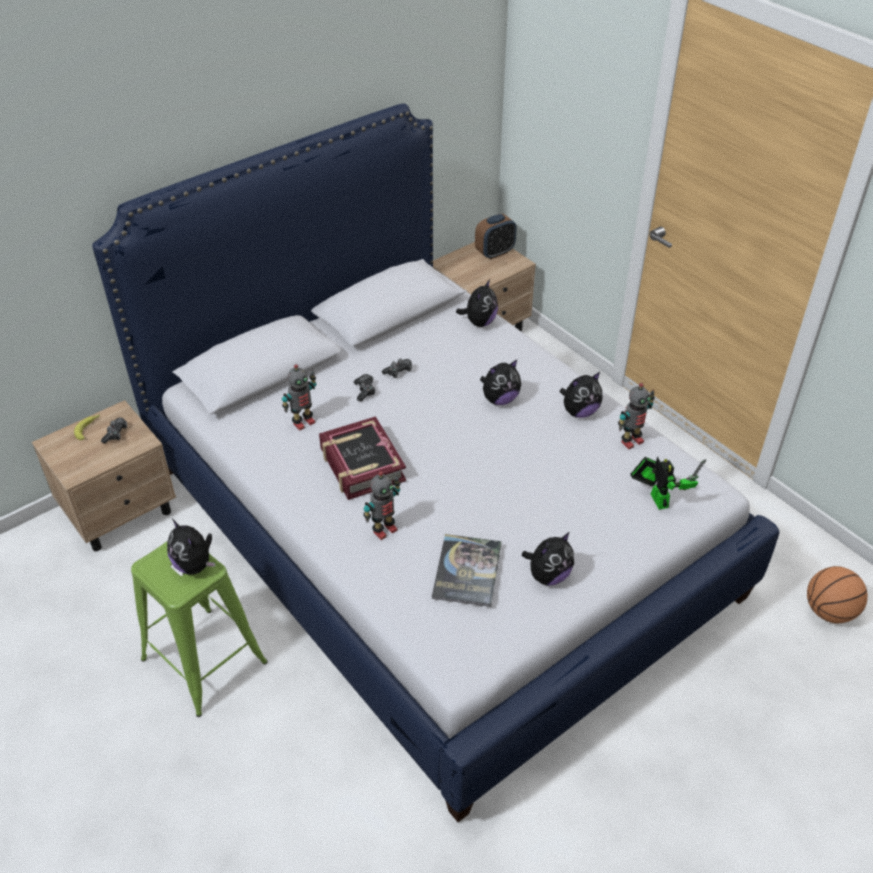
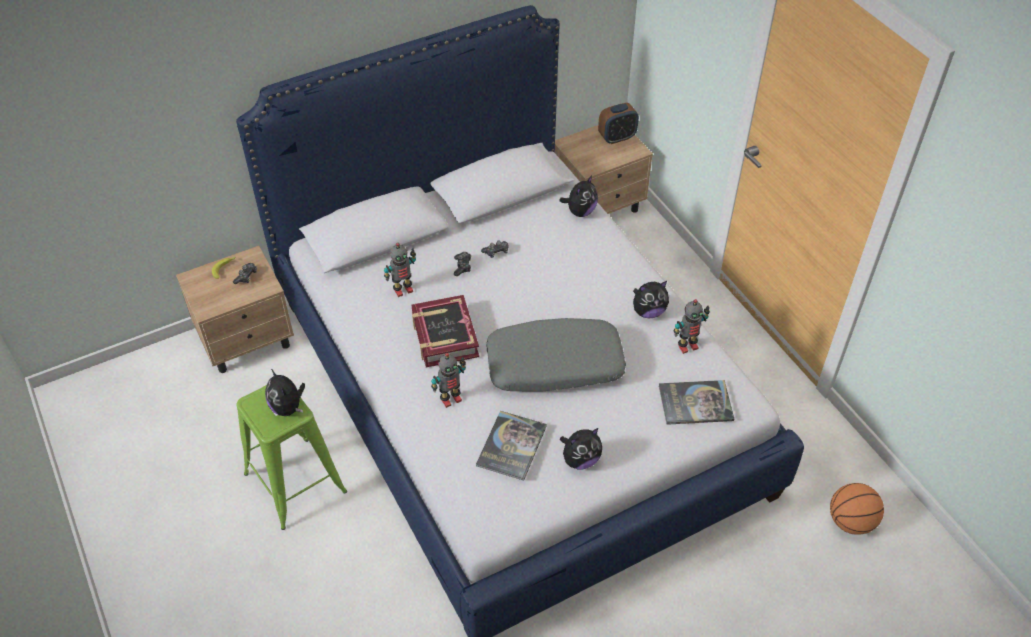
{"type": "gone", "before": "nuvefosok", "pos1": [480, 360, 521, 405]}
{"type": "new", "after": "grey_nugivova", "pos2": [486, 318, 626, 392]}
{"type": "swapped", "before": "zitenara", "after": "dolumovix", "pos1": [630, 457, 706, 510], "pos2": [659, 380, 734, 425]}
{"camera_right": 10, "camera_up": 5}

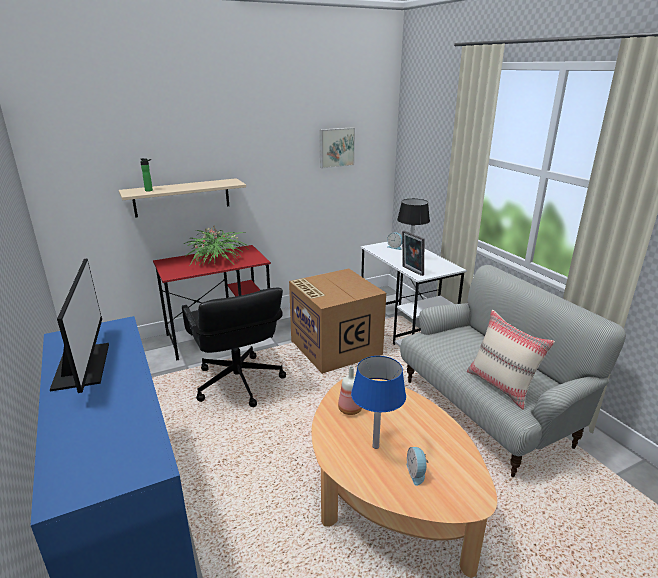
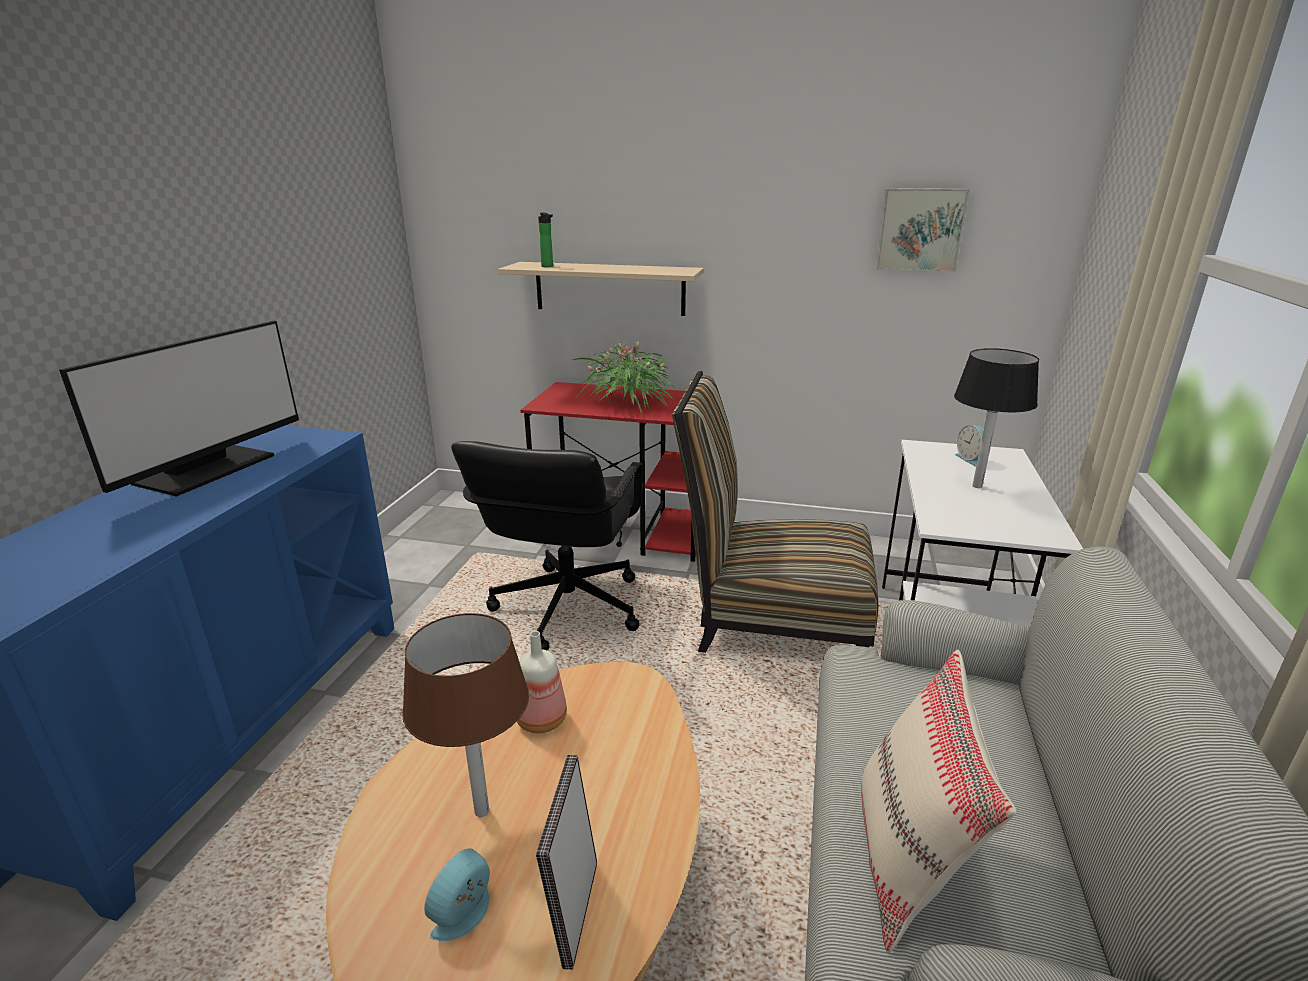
{"type": "shifted", "before": "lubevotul", "pos1": [402, 231, 424, 276], "pos2": [536, 755, 597, 970]}
{"type": "swapped", "before": "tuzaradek", "after": "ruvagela", "pos1": [289, 269, 386, 374], "pos2": [672, 371, 878, 653]}
{"type": "repainted", "before": "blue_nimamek", "after": "brown_nimamek", "pos1": [351, 356, 406, 449], "pos2": [402, 613, 529, 817]}
{"camera_right": 40, "camera_up": 0}

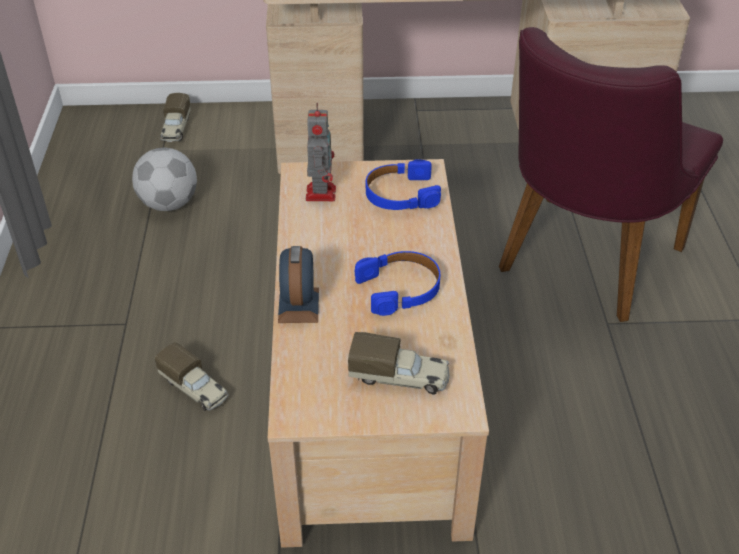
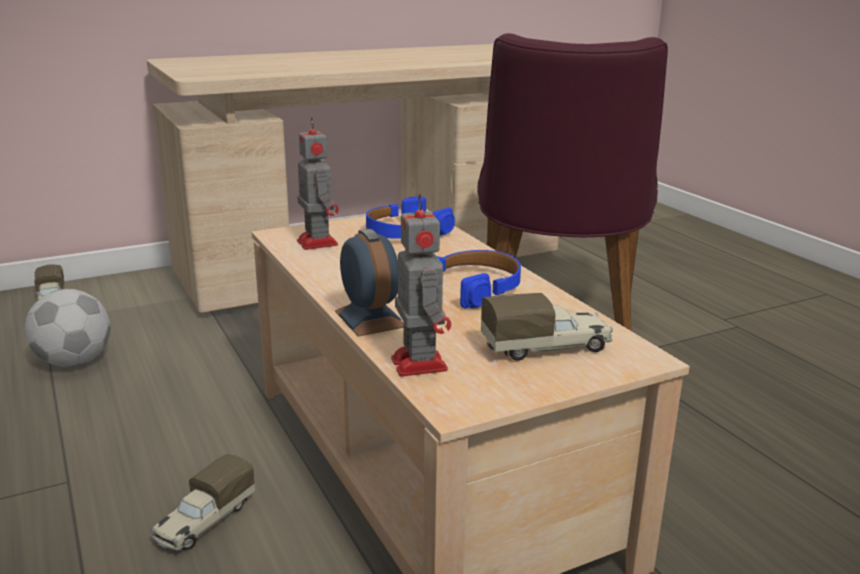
{"type": "new", "after": "zitenara", "pos2": [391, 193, 451, 377]}
{"type": "rotated", "before": "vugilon", "pos1": [155, 342, 229, 411], "pos2": [151, 454, 255, 551], "turn": 105}
{"camera_right": -25, "camera_up": -20}

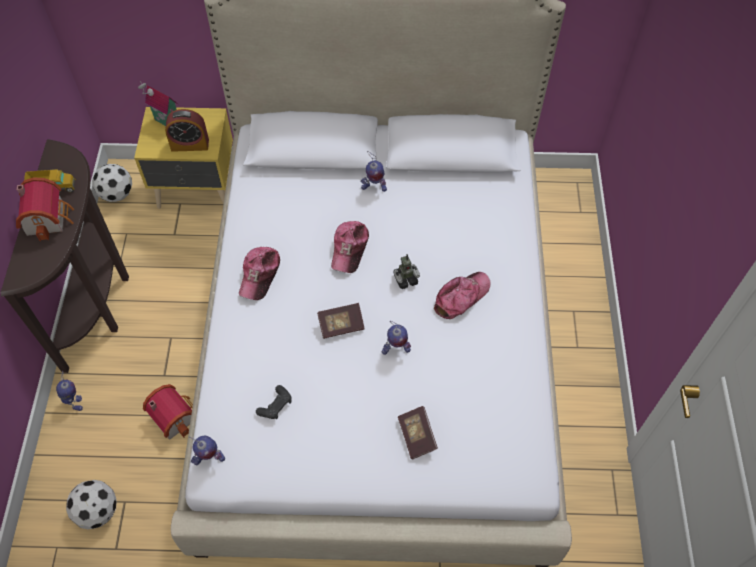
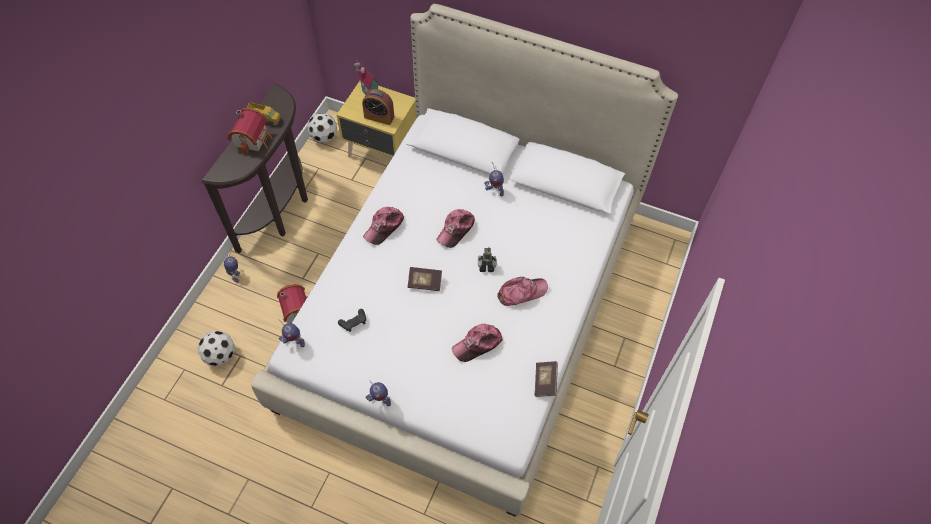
{"type": "new", "after": "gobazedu", "pos2": [452, 324, 503, 362]}
{"type": "shifted", "before": "zitenara", "pos1": [382, 321, 411, 355], "pos2": [365, 380, 391, 406]}
{"type": "shifted", "before": "dolumovix", "pos1": [398, 406, 438, 459], "pos2": [535, 361, 558, 397]}
{"camera_right": 20, "camera_up": 0}

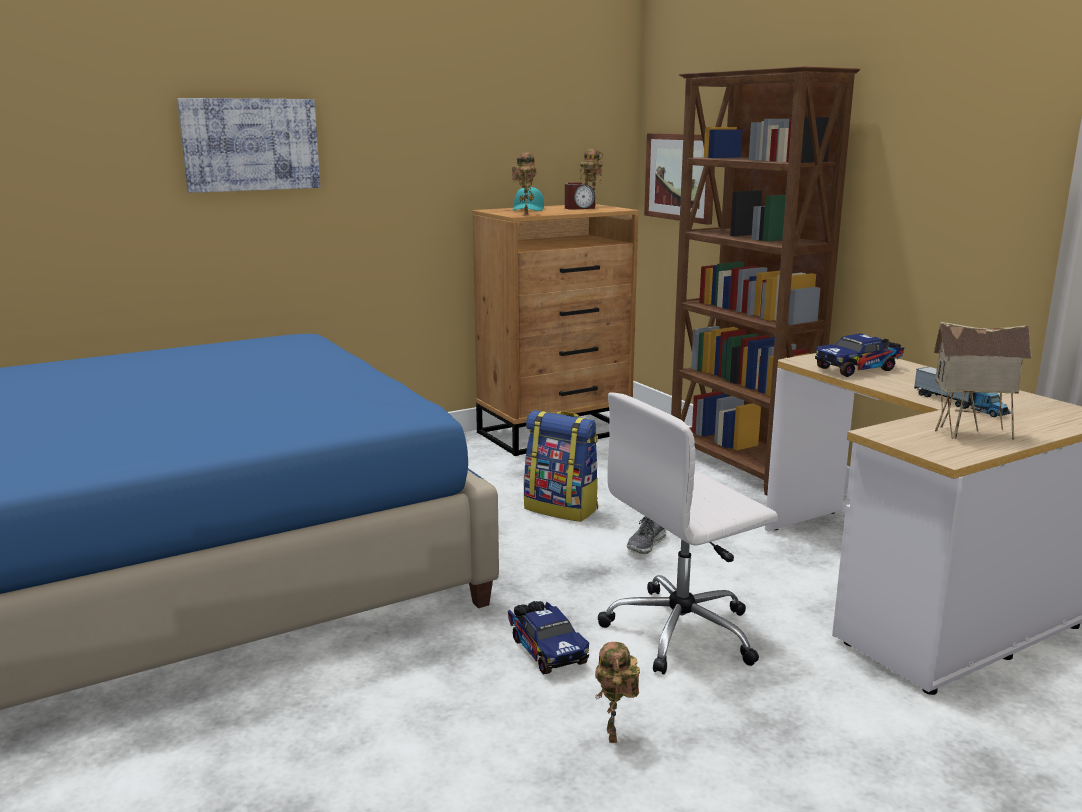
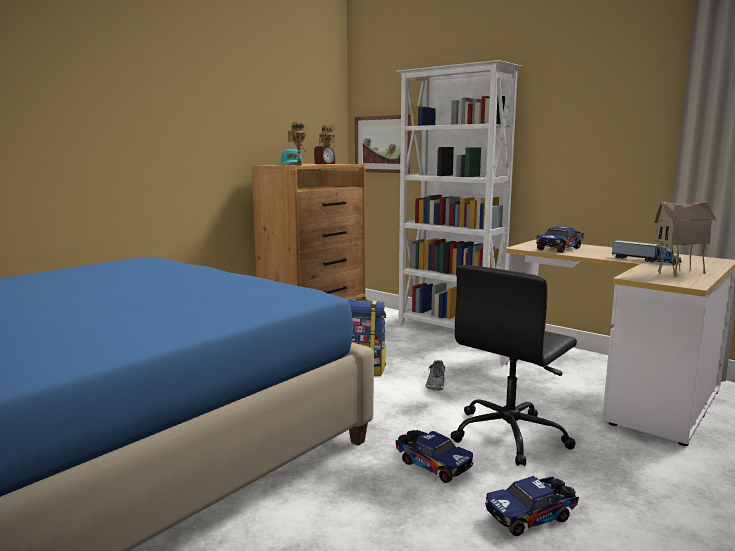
{"type": "gone", "before": "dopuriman", "pos1": [177, 98, 320, 193]}
{"type": "swapped", "before": "zitenara", "after": "vugilon", "pos1": [595, 642, 640, 743], "pos2": [485, 476, 579, 536]}
{"type": "repainted", "before": "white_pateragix", "after": "black_pateragix", "pos1": [598, 392, 778, 674], "pos2": [451, 265, 577, 466]}
{"type": "repainted", "before": "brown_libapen", "after": "white_libapen", "pos1": [671, 66, 860, 495], "pos2": [397, 60, 522, 329]}
{"camera_right": -20, "camera_up": -5}

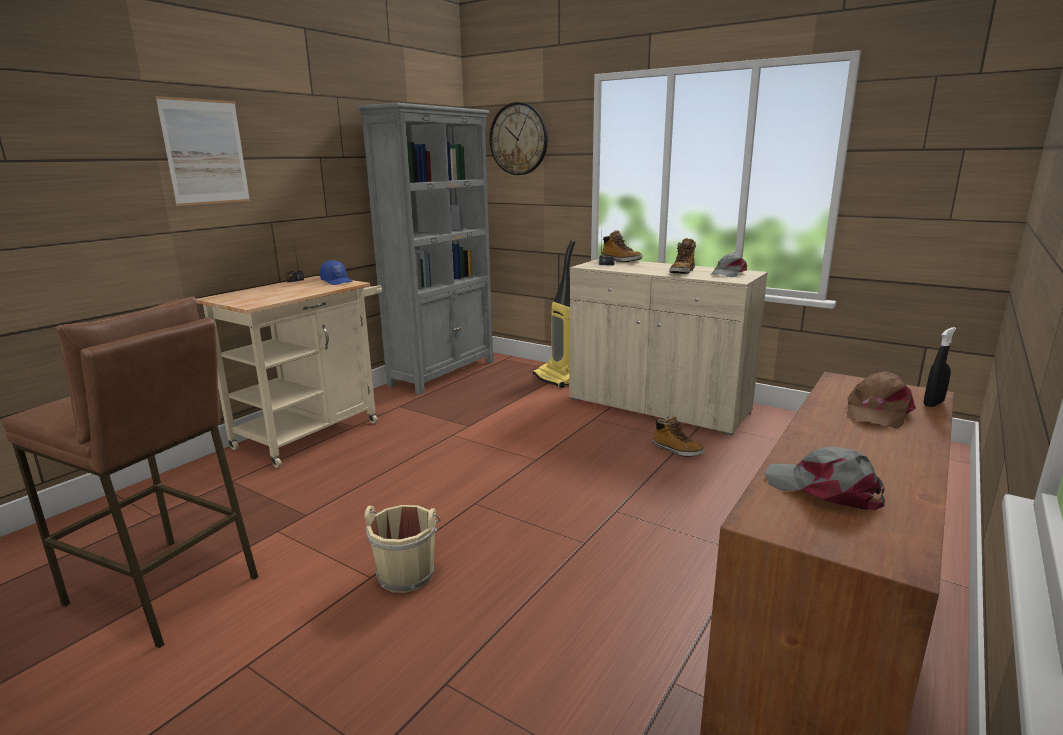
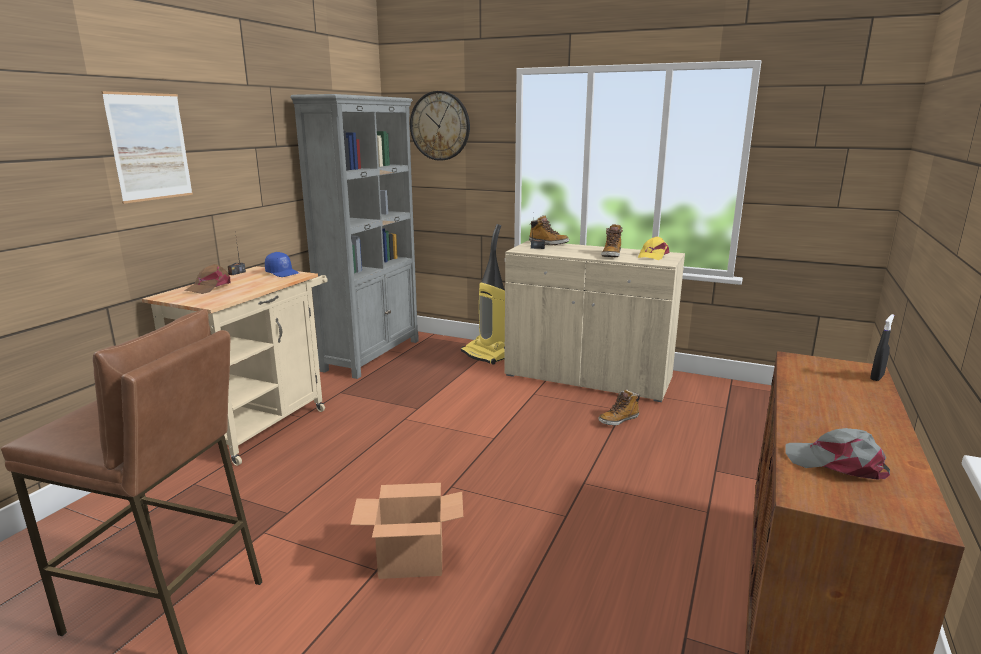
{"type": "shifted", "before": "brown_gobazedu", "pos1": [847, 371, 916, 429], "pos2": [185, 264, 231, 294]}
{"type": "swapped", "before": "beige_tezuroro", "after": "tuzaradek", "pos1": [365, 505, 440, 593], "pos2": [351, 483, 463, 579]}
{"type": "repainted", "before": "grey_gobazedu", "after": "yellow_gobazedu", "pos1": [711, 252, 747, 278], "pos2": [638, 236, 669, 260]}
{"type": "rotated", "before": "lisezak", "pos1": [653, 415, 705, 457], "pos2": [598, 389, 640, 426], "turn": 120}
{"camera_right": -10, "camera_up": 0}

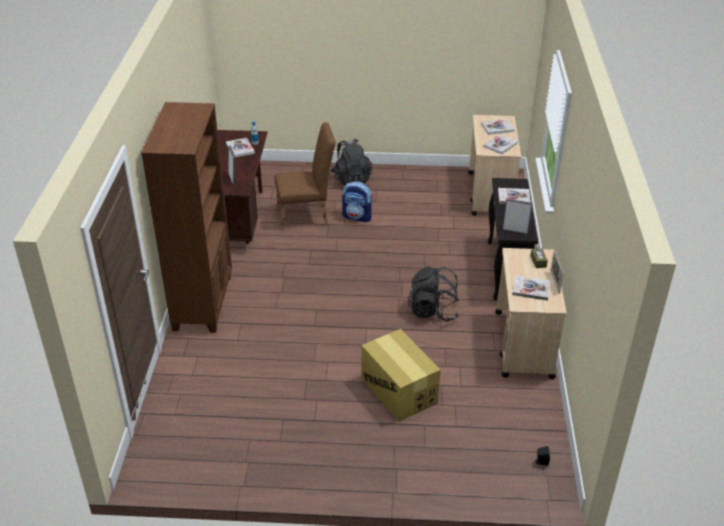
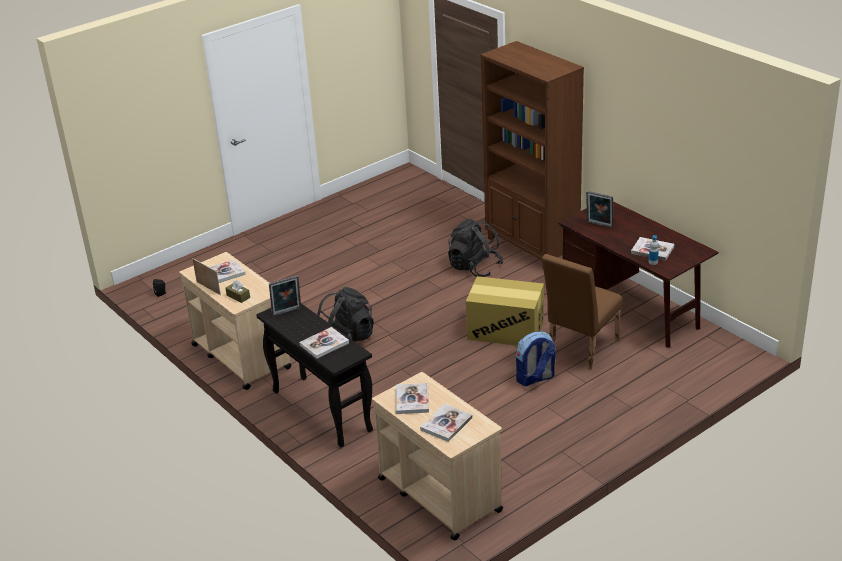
{"type": "shifted", "before": "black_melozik", "pos1": [331, 139, 372, 185], "pos2": [448, 219, 504, 277]}
{"type": "shifted", "before": "tuzaradek", "pos1": [361, 329, 441, 422], "pos2": [466, 276, 544, 346]}
{"camera_right": 140, "camera_up": -5}

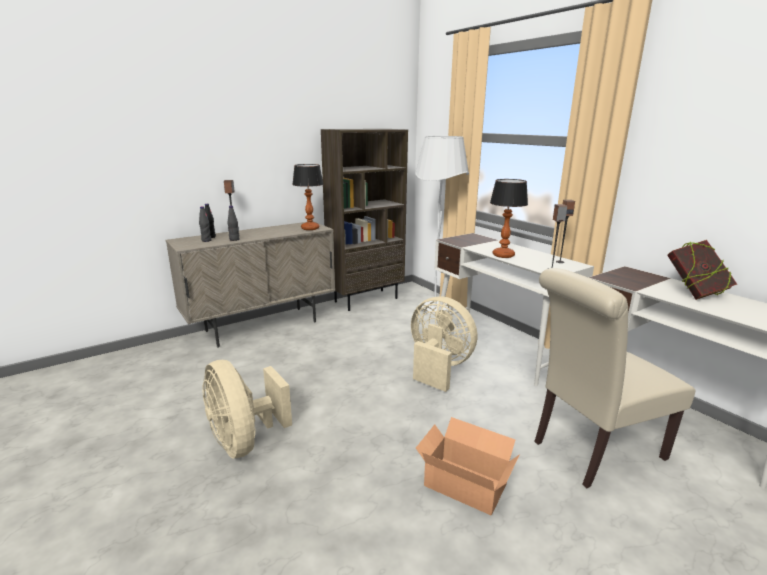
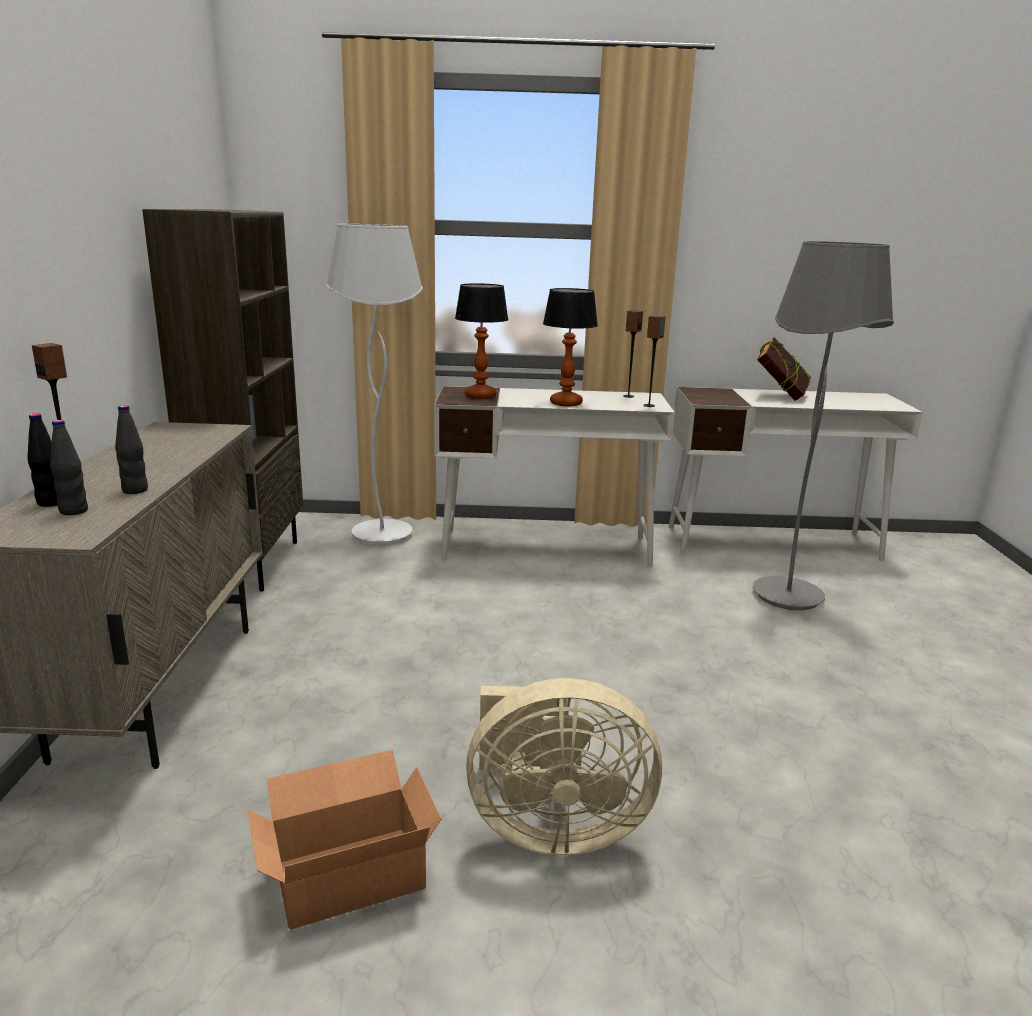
{"type": "gone", "before": "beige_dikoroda", "pos1": [411, 296, 477, 392]}
{"type": "shifted", "before": "nimamek", "pos1": [292, 164, 324, 230], "pos2": [455, 283, 508, 399]}
{"type": "shifted", "before": "tuzaradek", "pos1": [416, 417, 520, 515], "pos2": [248, 750, 441, 930]}
{"type": "swapped", "before": "beige_ruvagela", "after": "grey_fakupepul", "pos1": [534, 268, 695, 488], "pos2": [753, 241, 894, 610]}
{"camera_right": -55, "camera_up": 0}

